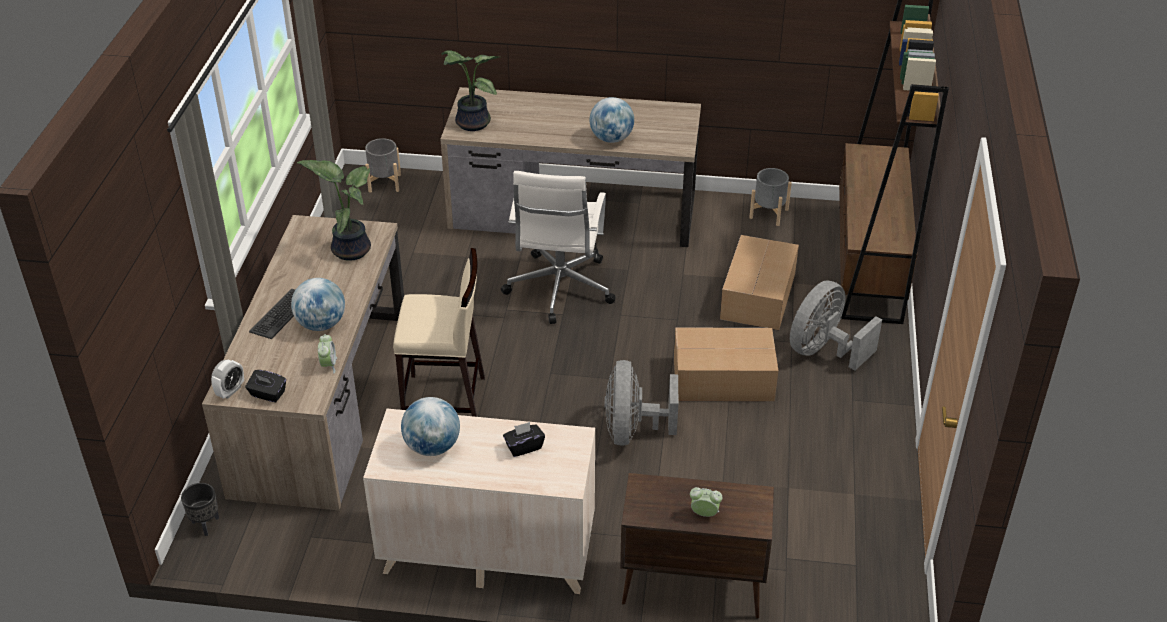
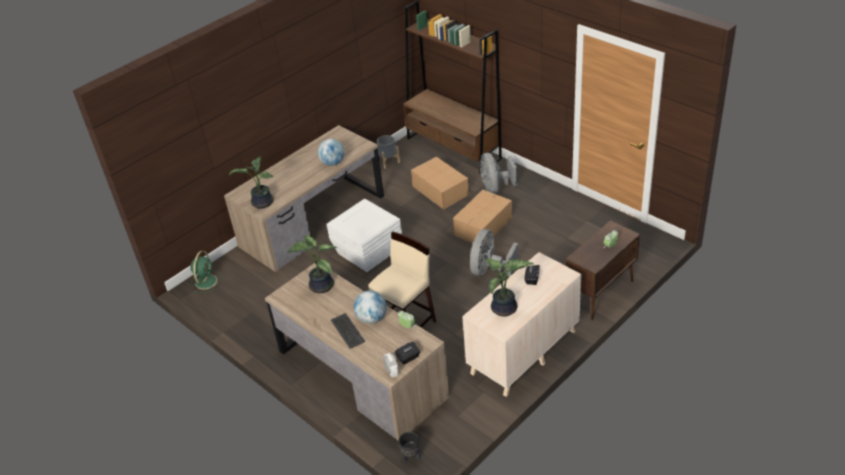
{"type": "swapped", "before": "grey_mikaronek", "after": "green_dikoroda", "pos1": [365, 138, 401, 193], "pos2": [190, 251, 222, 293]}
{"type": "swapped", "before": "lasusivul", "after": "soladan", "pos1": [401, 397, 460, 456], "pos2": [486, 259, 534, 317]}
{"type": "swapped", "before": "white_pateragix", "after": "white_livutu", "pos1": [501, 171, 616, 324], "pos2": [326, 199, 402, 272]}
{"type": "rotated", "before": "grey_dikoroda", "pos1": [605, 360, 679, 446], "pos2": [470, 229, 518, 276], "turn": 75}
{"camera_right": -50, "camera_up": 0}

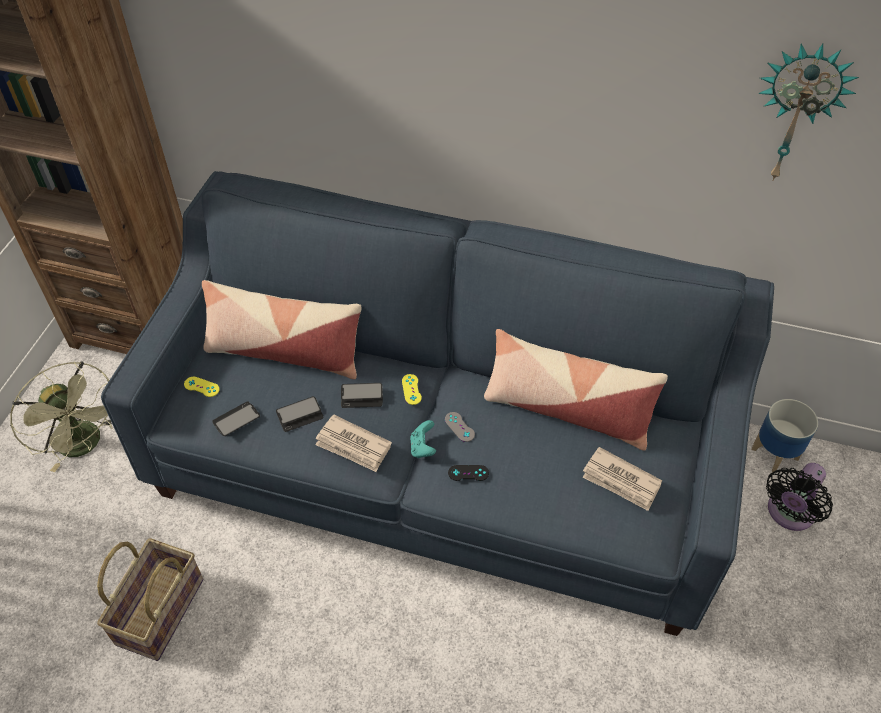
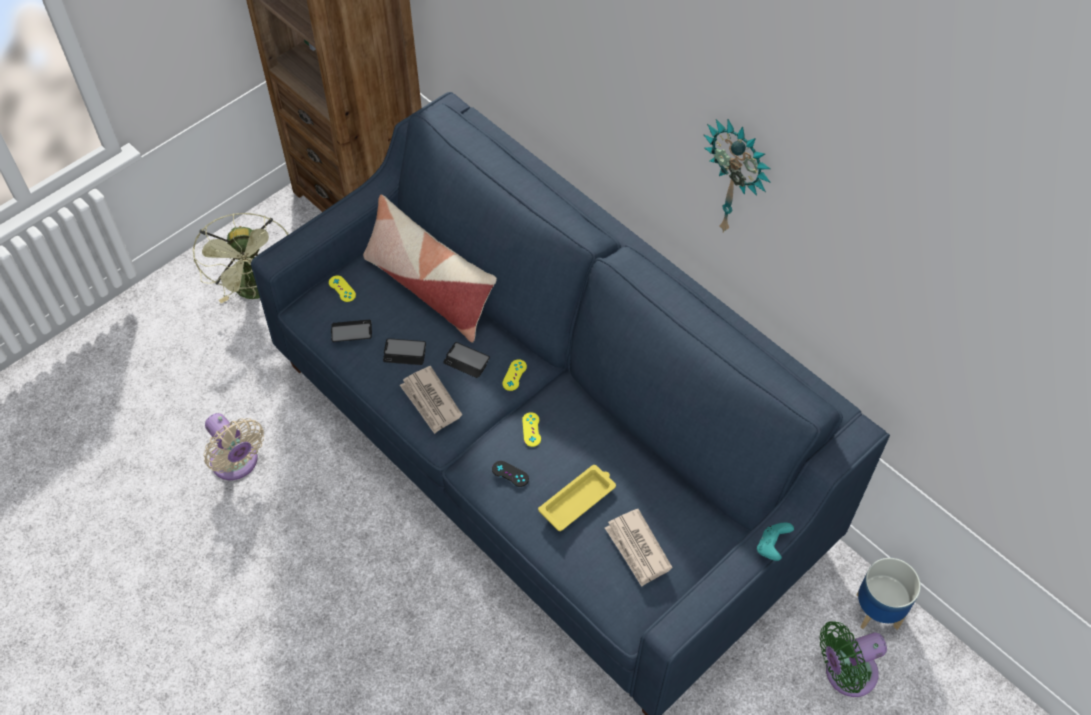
{"type": "gone", "before": "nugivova", "pos1": [484, 329, 668, 451]}
{"type": "new", "after": "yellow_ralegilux", "pos2": [538, 465, 616, 531]}
{"type": "shifted", "before": "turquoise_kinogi", "pos1": [410, 420, 436, 458], "pos2": [757, 523, 794, 561]}
{"type": "shifted", "before": "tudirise", "pos1": [758, 44, 859, 181], "pos2": [704, 119, 771, 233]}
{"type": "swapped", "before": "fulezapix", "after": "beige_dikoroda", "pos1": [97, 538, 203, 661], "pos2": [204, 413, 264, 480]}
{"type": "repainted", "before": "grey_kinogi", "after": "yellow_kinogi", "pos1": [445, 412, 475, 442], "pos2": [522, 412, 541, 447]}
{"type": "repainted", "before": "black_dikoroda", "after": "green_dikoroda", "pos1": [766, 463, 833, 531], "pos2": [820, 621, 887, 697]}
{"camera_right": 30, "camera_up": 5}

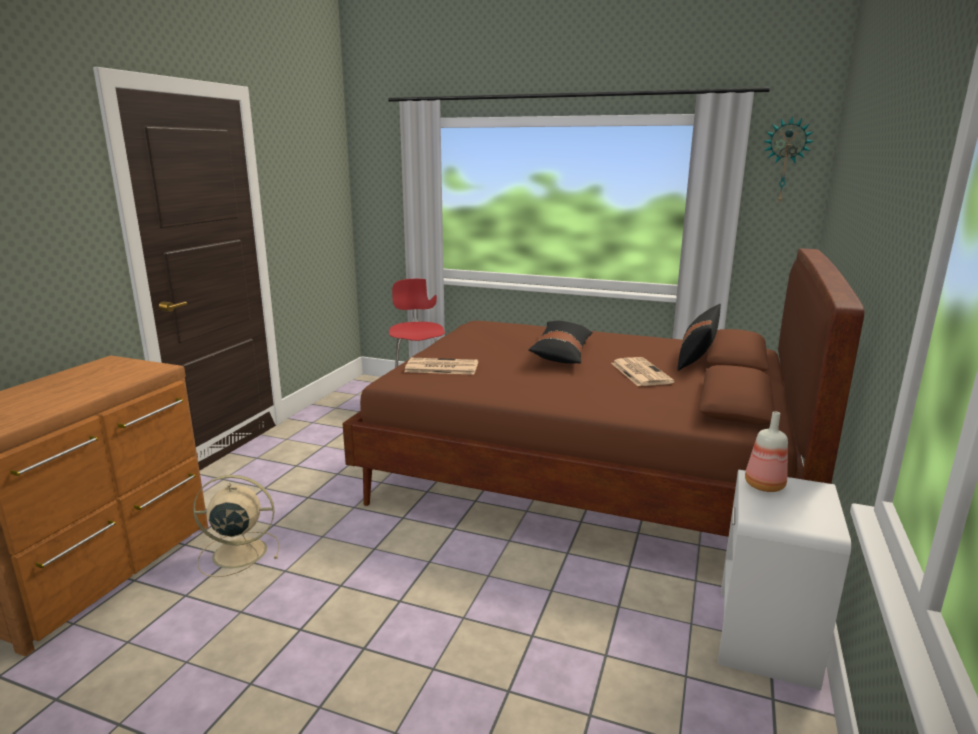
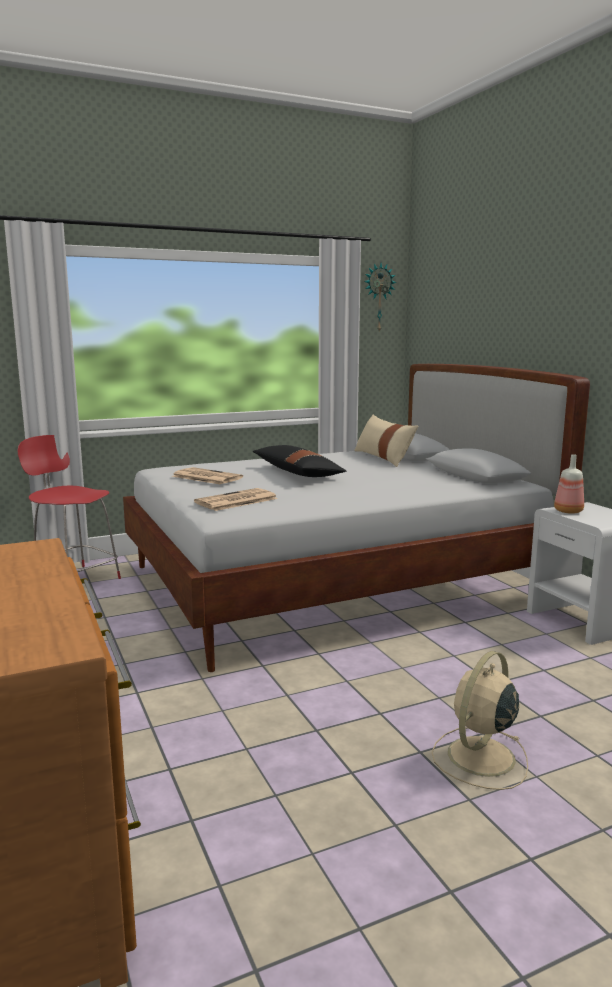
{"type": "shifted", "before": "beige_dikoroda", "pos1": [193, 475, 279, 577], "pos2": [432, 651, 528, 790]}
{"type": "shifted", "before": "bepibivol", "pos1": [611, 357, 675, 386], "pos2": [171, 467, 243, 485]}
{"type": "repainted", "before": "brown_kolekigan", "after": "white_kolekigan", "pos1": [342, 248, 865, 537], "pos2": [123, 364, 590, 672]}
{"type": "repainted", "before": "black_nugivova", "after": "beige_nugivova", "pos1": [677, 304, 721, 371], "pos2": [354, 415, 418, 467]}
{"camera_right": -45, "camera_up": -5}

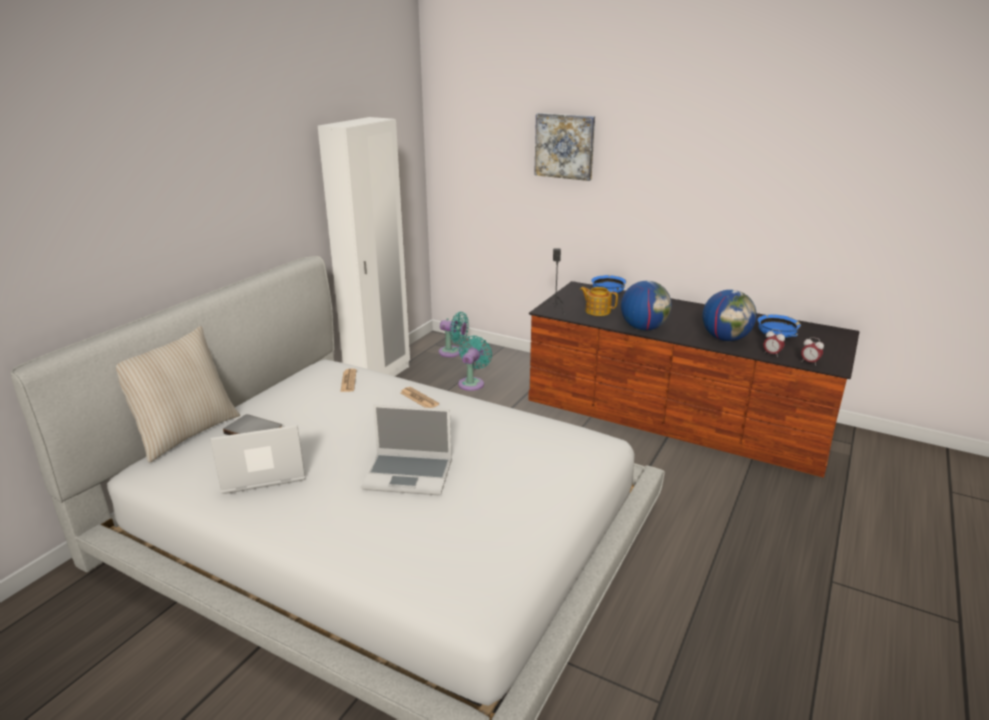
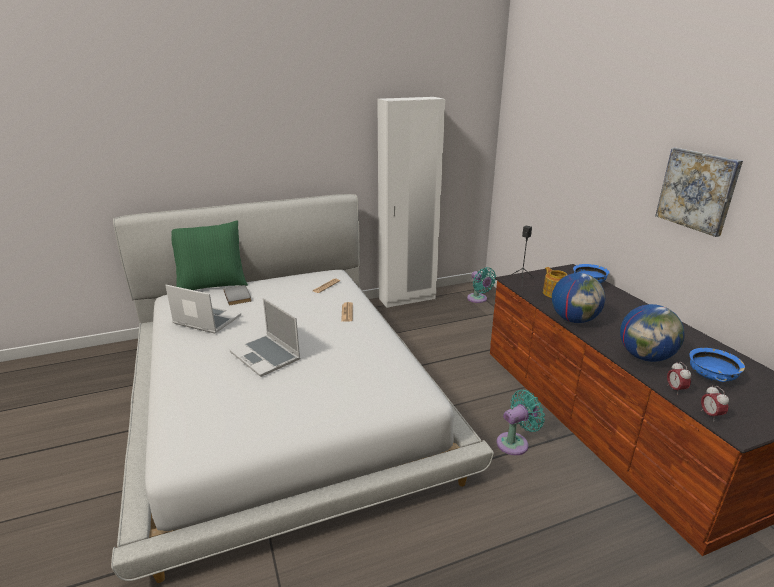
{"type": "shifted", "before": "turquoise_dikoroda", "pos1": [458, 335, 492, 391], "pos2": [496, 390, 545, 455]}
{"type": "shifted", "before": "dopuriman", "pos1": [534, 113, 595, 181], "pos2": [655, 148, 743, 237]}
{"type": "repainted", "before": "beige_nugivova", "after": "green_nugivova", "pos1": [116, 326, 240, 463], "pos2": [171, 220, 248, 290]}
{"camera_right": 40, "camera_up": 0}

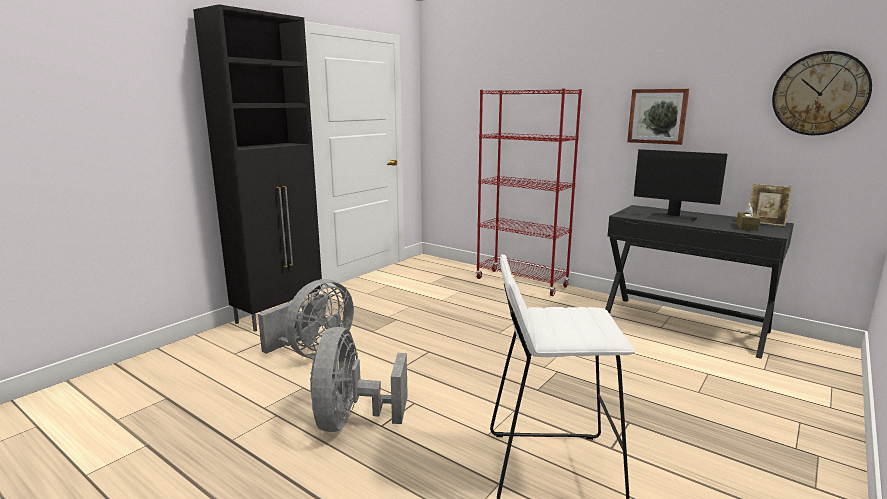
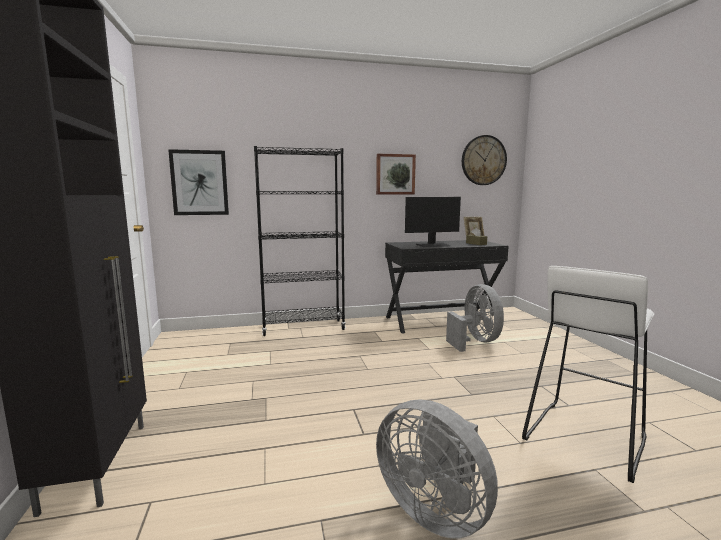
{"type": "new", "after": "dopuriman", "pos2": [168, 149, 229, 215]}
{"type": "shifted", "before": "grey_dikoroda", "pos1": [258, 279, 354, 358], "pos2": [446, 284, 504, 352]}
{"type": "repainted", "before": "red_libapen", "after": "black_libapen", "pos1": [476, 89, 582, 296], "pos2": [254, 146, 346, 336]}
{"camera_right": -50, "camera_up": -5}

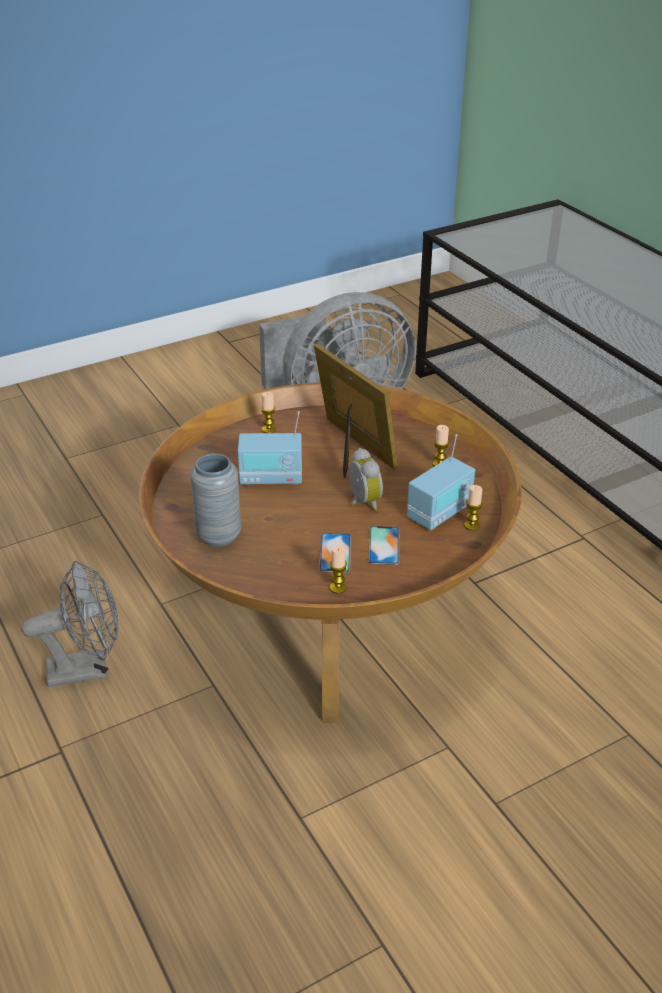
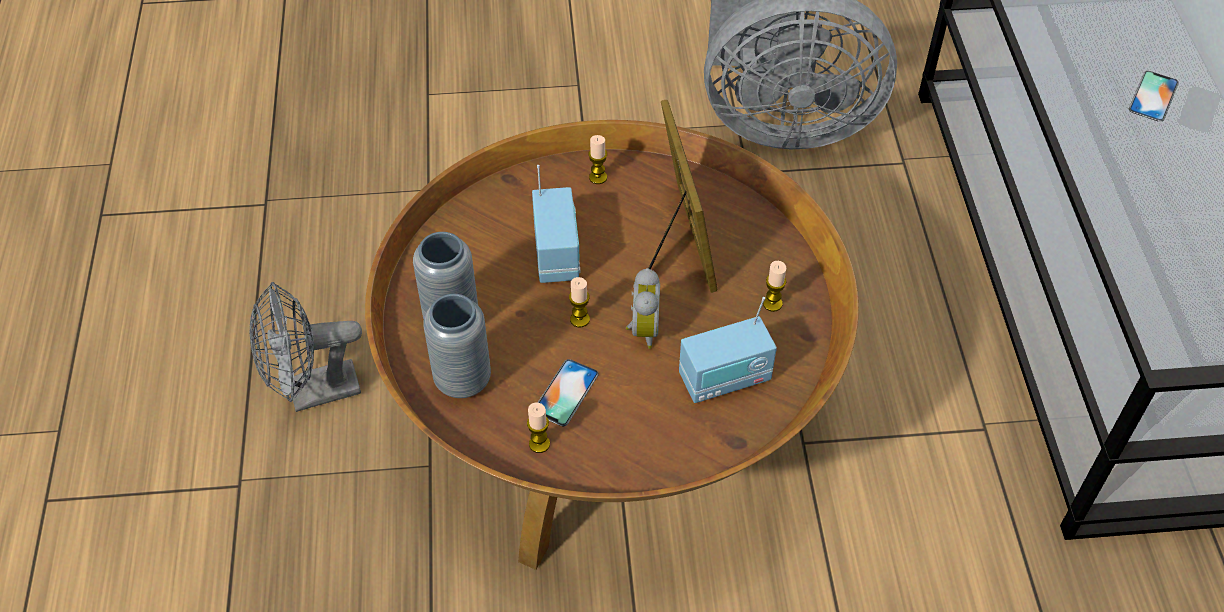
{"type": "new", "after": "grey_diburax", "pos2": [423, 294, 491, 398]}
{"type": "shifted", "before": "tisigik", "pos1": [368, 526, 400, 565], "pos2": [1129, 71, 1179, 122]}
{"type": "shifted", "before": "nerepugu", "pos1": [464, 485, 483, 531], "pos2": [569, 277, 590, 327]}
{"type": "rotated", "before": "grey_dikoroda", "pos1": [21, 561, 118, 687], "pos2": [249, 282, 362, 412], "turn": 150}
{"type": "rotated", "before": "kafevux", "pos1": [238, 411, 302, 485], "pos2": [532, 165, 580, 283], "turn": -120}
{"camera_right": 25, "camera_up": 15}

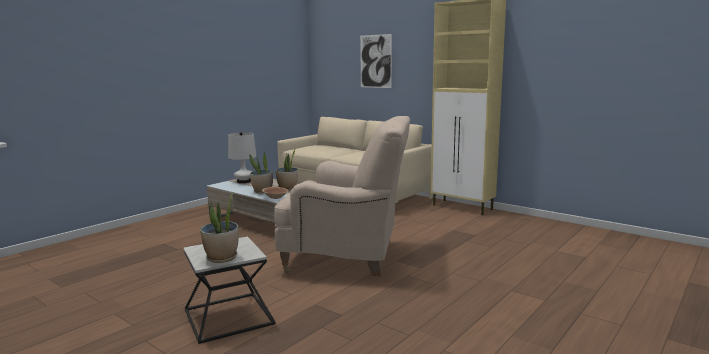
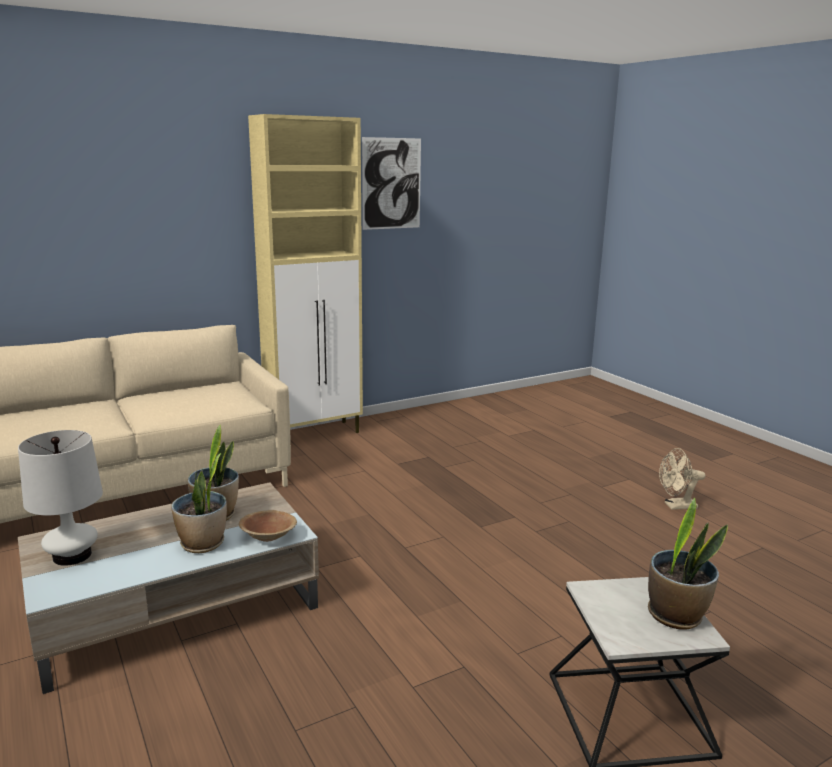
{"type": "gone", "before": "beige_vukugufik", "pos1": [274, 116, 410, 276]}
{"type": "new", "after": "beige_dikoroda", "pos2": [659, 448, 705, 510]}
{"type": "shifted", "before": "dopuriman", "pos1": [360, 34, 392, 88], "pos2": [362, 137, 421, 230]}
{"camera_right": -70, "camera_up": 5}

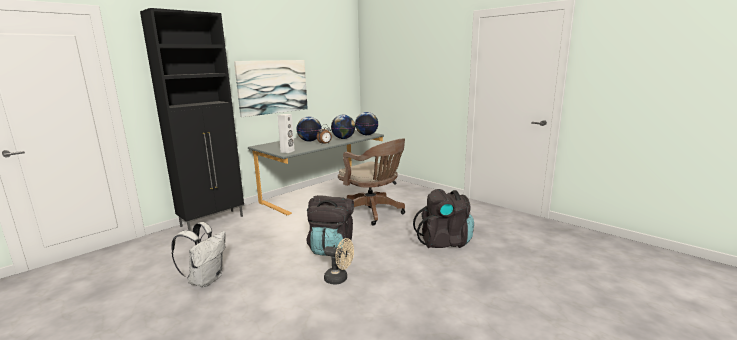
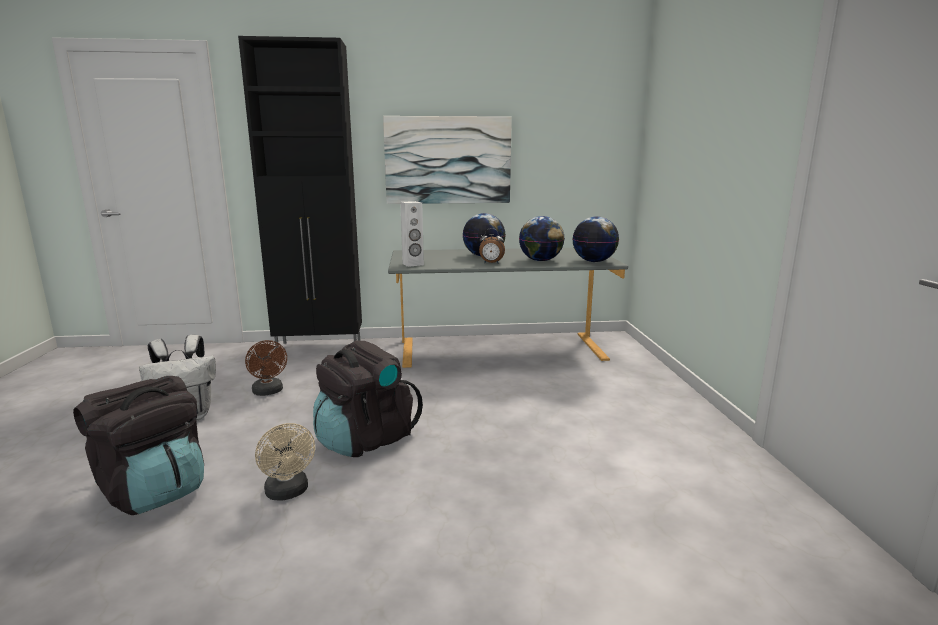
{"type": "gone", "before": "brown_pateragix", "pos1": [338, 139, 405, 226]}
{"type": "new", "after": "brown_dikoroda", "pos2": [245, 340, 287, 396]}
{"type": "shifted", "before": "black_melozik", "pos1": [413, 189, 474, 248], "pos2": [73, 376, 204, 515]}
{"camera_right": 40, "camera_up": 0}

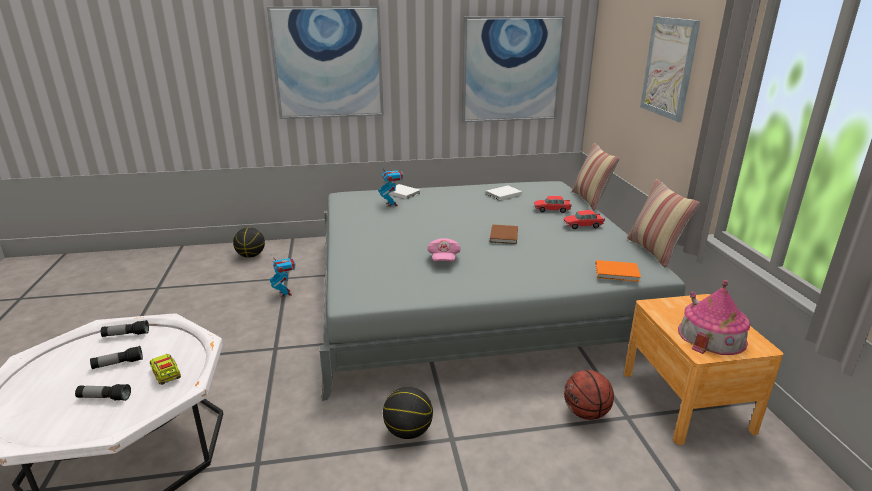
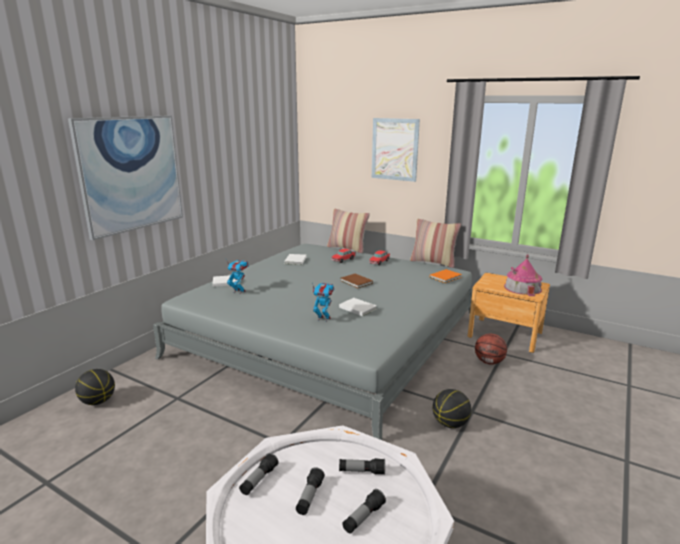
{"type": "gone", "before": "dopuriman", "pos1": [462, 16, 565, 122]}
{"type": "shifted", "before": "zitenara", "pos1": [270, 255, 296, 297], "pos2": [312, 283, 335, 322]}
{"type": "swapped", "before": "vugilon", "after": "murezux", "pos1": [150, 354, 181, 385], "pos2": [339, 458, 385, 475]}
{"type": "swapped", "before": "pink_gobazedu", "after": "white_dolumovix", "pos1": [427, 238, 461, 262], "pos2": [339, 298, 377, 316]}
{"camera_right": -50, "camera_up": -5}

